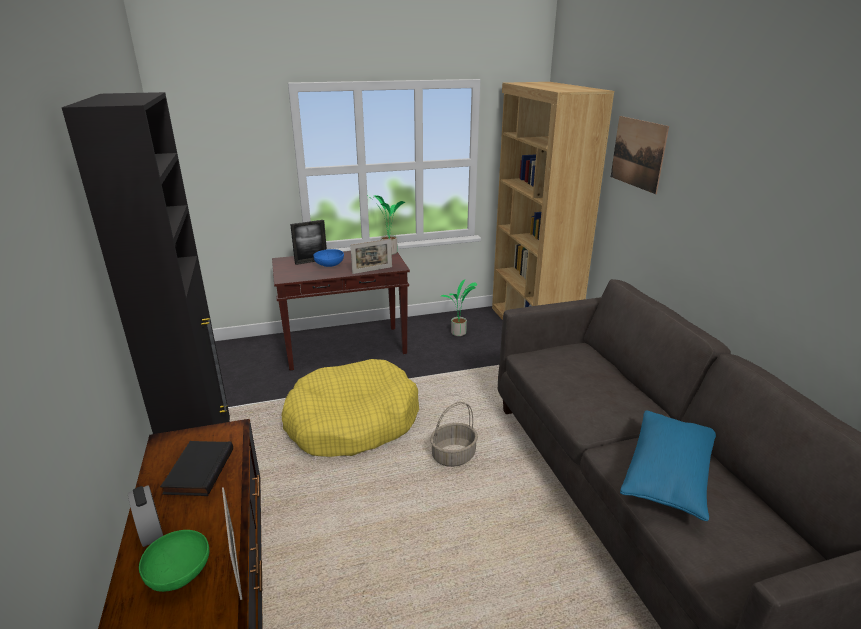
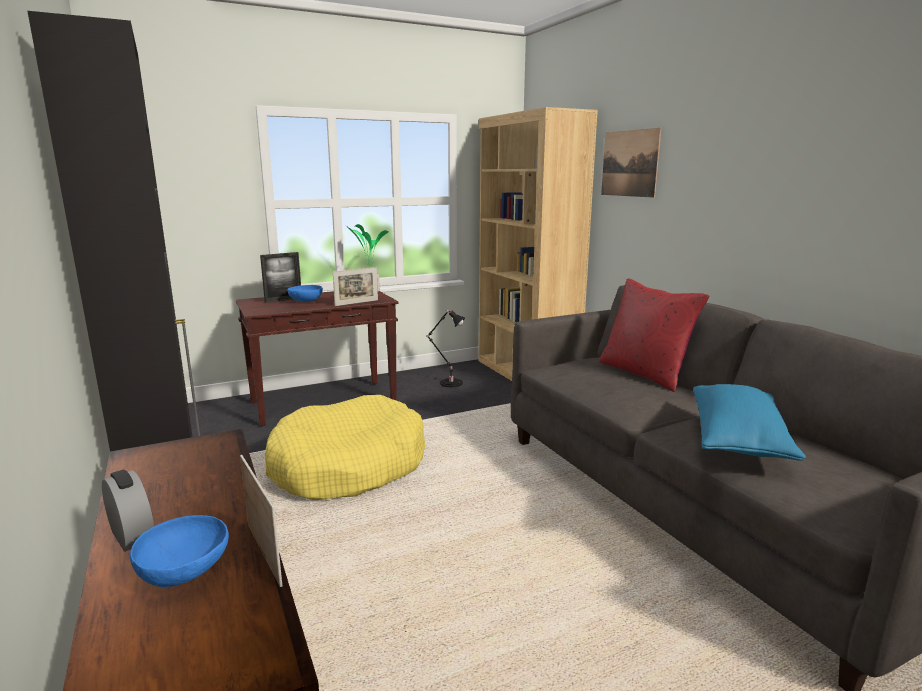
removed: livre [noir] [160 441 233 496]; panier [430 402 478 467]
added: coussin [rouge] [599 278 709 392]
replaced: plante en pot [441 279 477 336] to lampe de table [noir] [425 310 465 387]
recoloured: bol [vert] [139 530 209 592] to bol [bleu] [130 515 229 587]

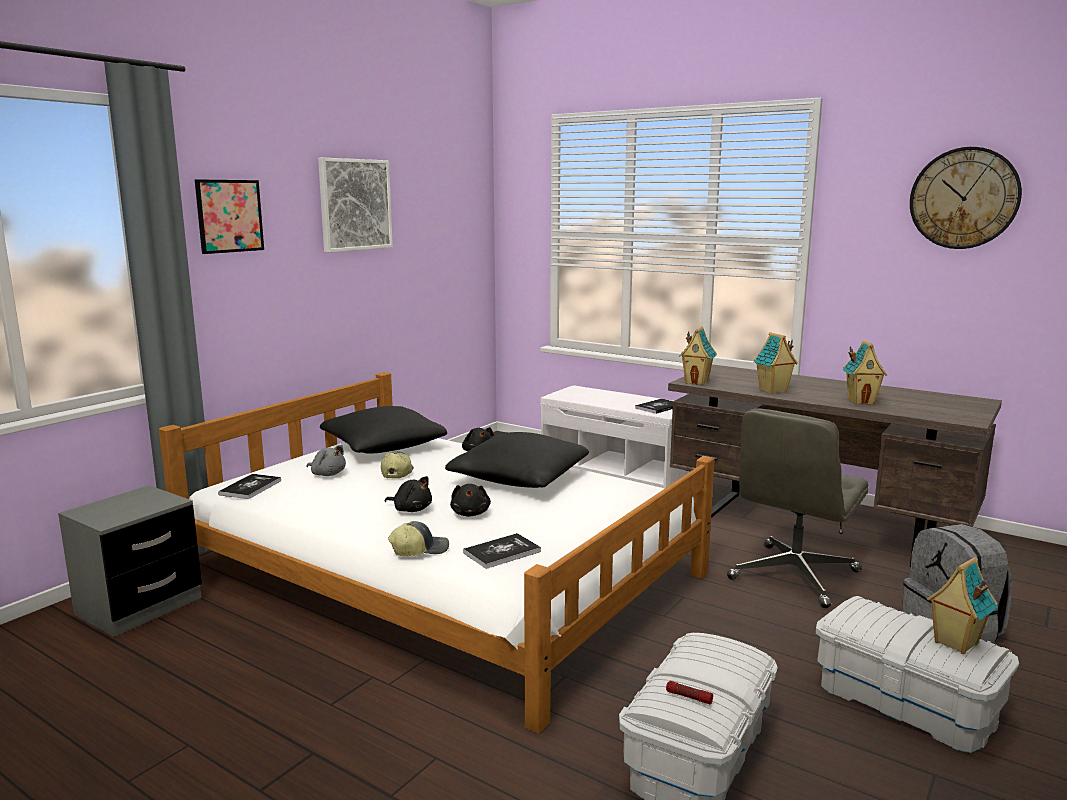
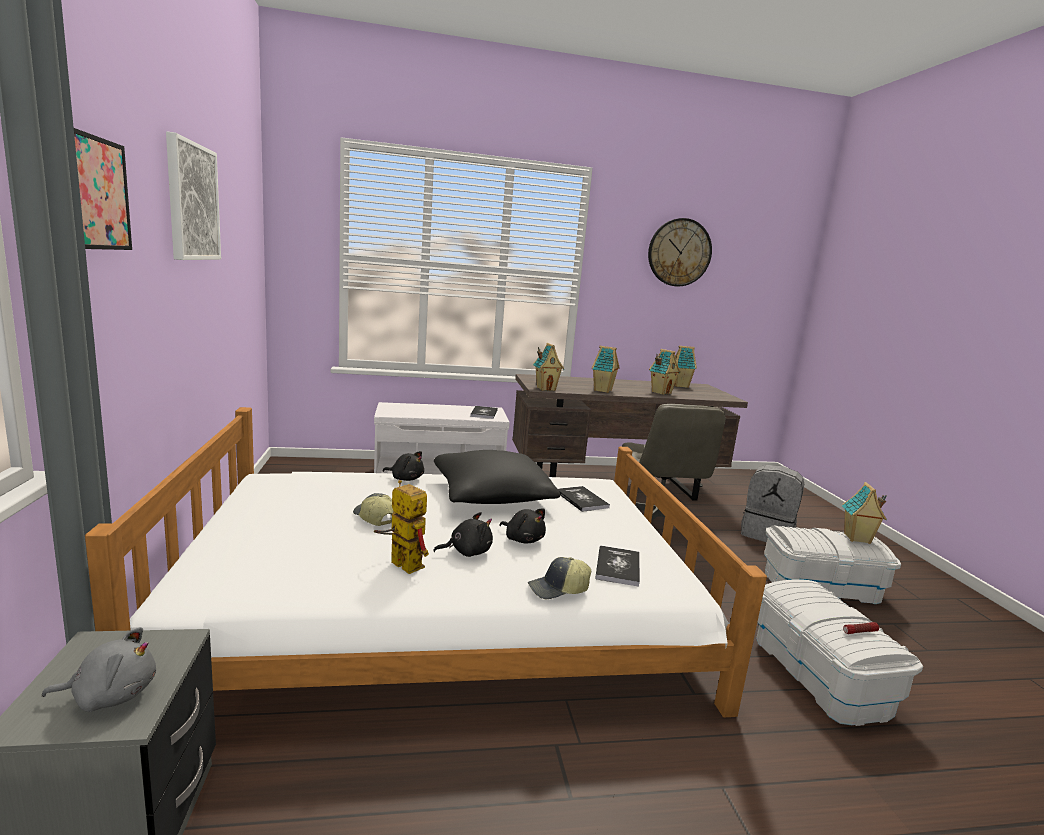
removed: coussin [noir] [320 406 447 454]
added: robot jouet [374 480 429 574]; maison miniature [674 346 697 388]
moved: livre [218 474 281 499] to [558 486 610 512]; peluche [gris] [307 445 346 476] to [42 627 156 712]
turned: casquette [388 521 449 556] = [528 557 591 599] 135 degrees counterclockwise

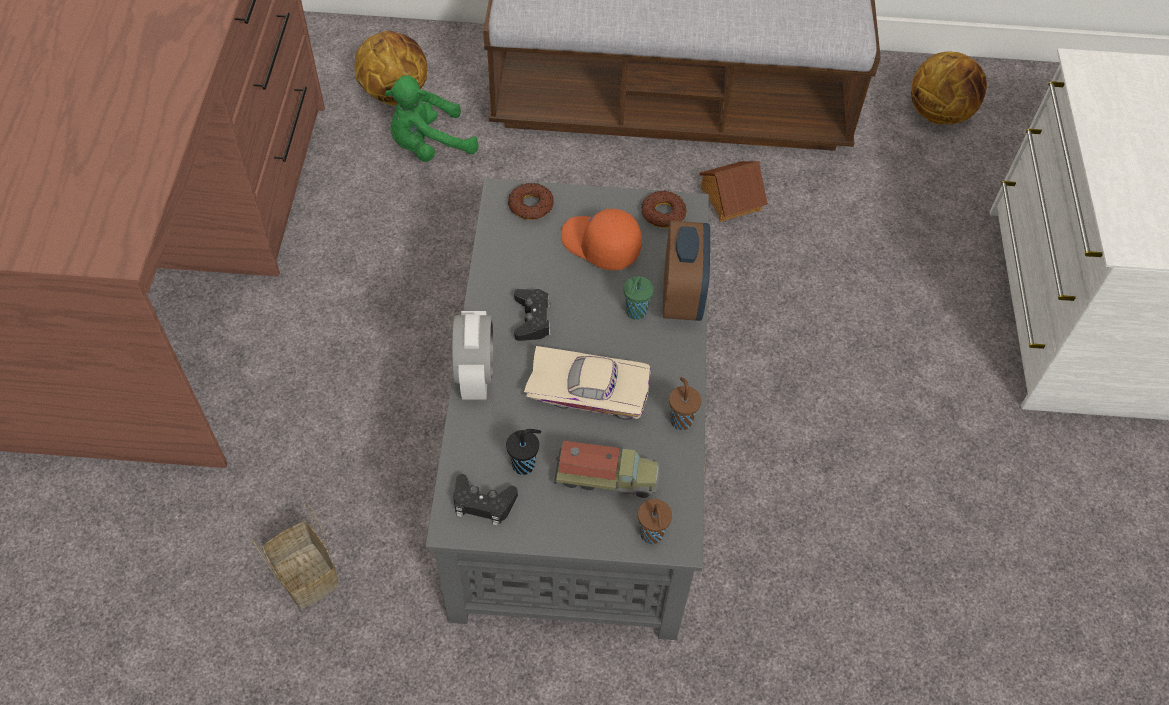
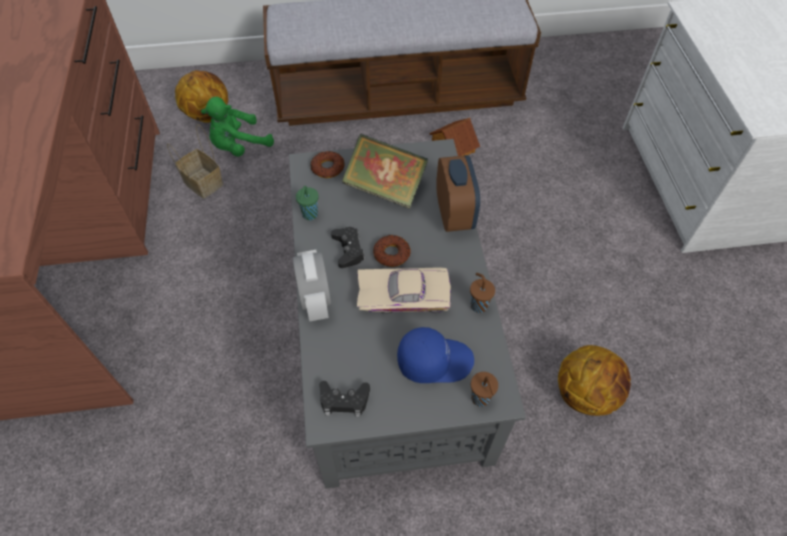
removed: tasse [noir] [506 429 541 475]
moved: panier [250 504 339 609] to [167 124 223 198]; tasse [vert] [624 276 654 320] to [296 186 319 220]; beignet [641 190 687 228] to [373 235 411 267]; ballon de basket [911 51 987 124] to [558 345 631 416]
replaced: camion jouet [554 440 660 498] to casquette [bleu] [397 327 474 383]; casquette [orange] [561 209 642 270] to livre [342 134 428 209]

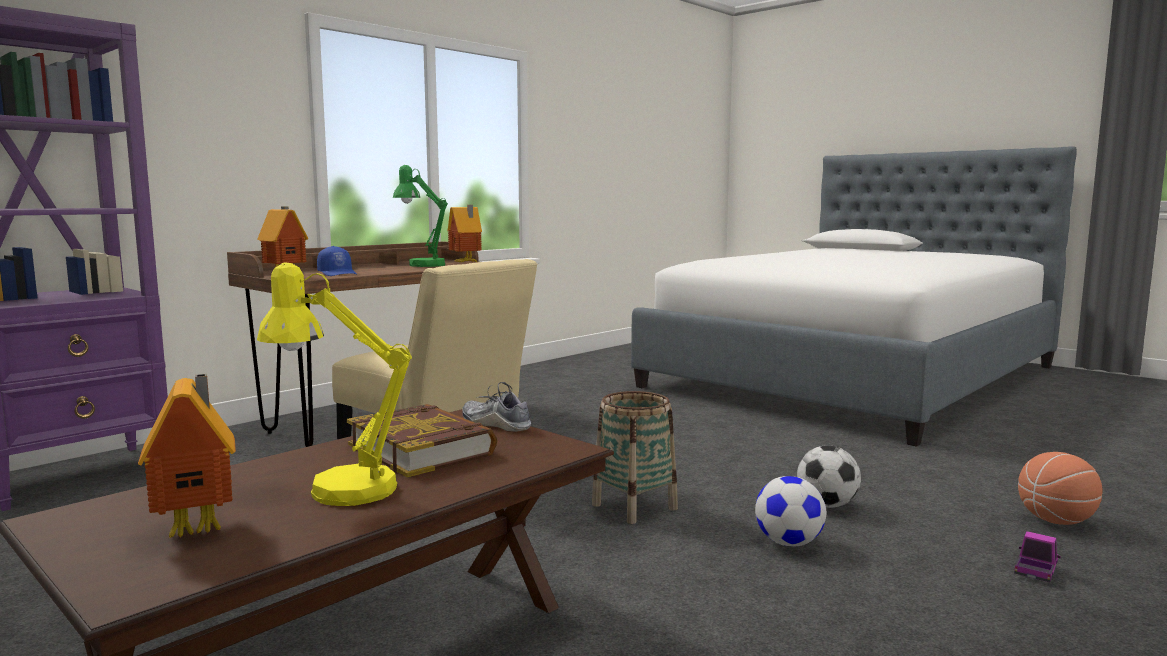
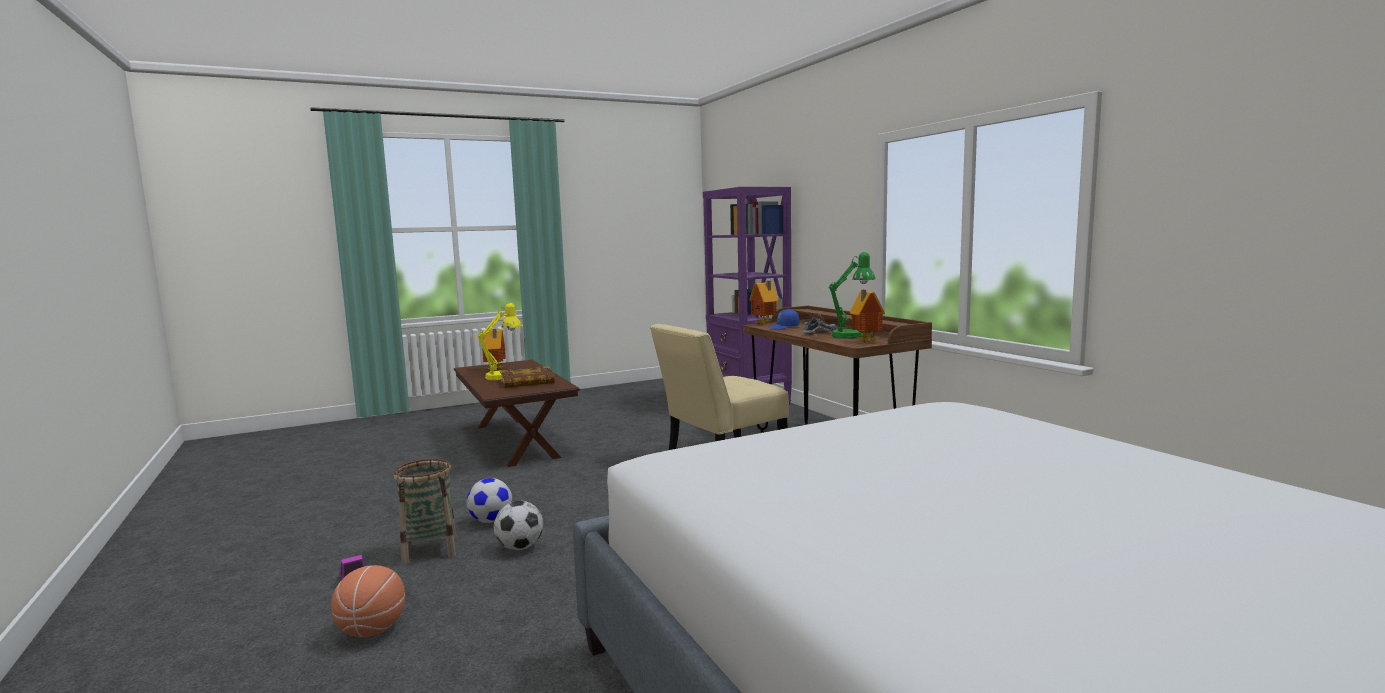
moved: chaussure [462 382 531 432] to [803 314 837 335]; panier [592 391 678 524] to [393 459 457 564]

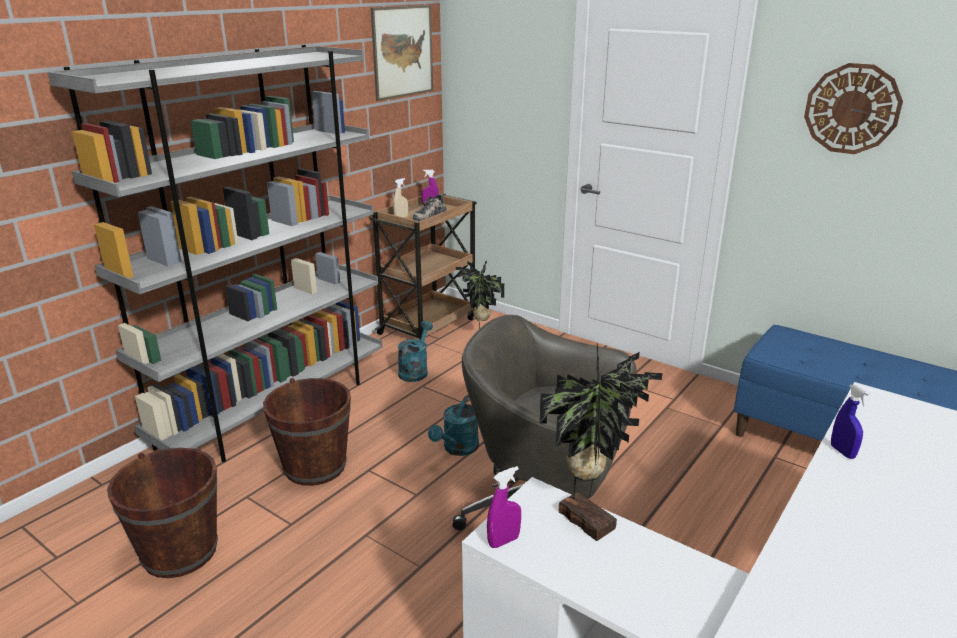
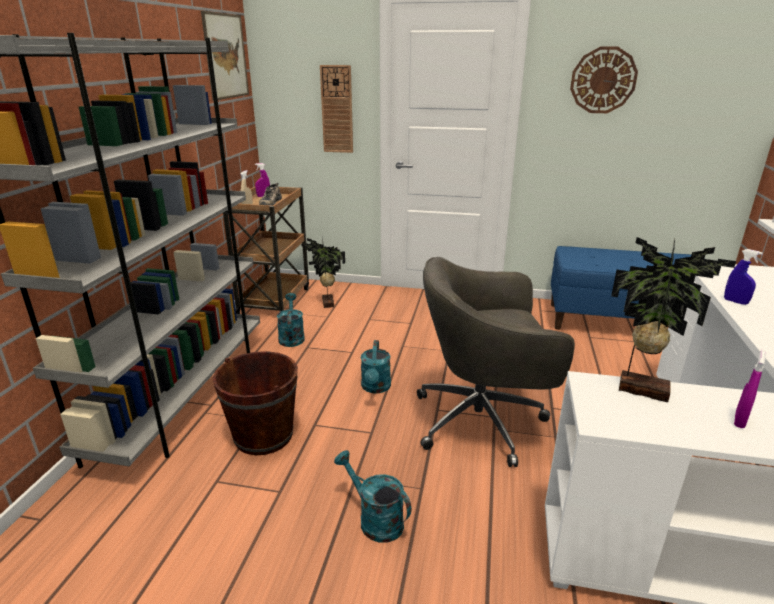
removed: seau [marron] [107 448 218 578]
added: horloge murale [320 65 353 153]; arrosoir [turquoise] [334 450 411 543]
moved: vaporisateur [violet] [487 466 521 548] to [734 349 766 428]

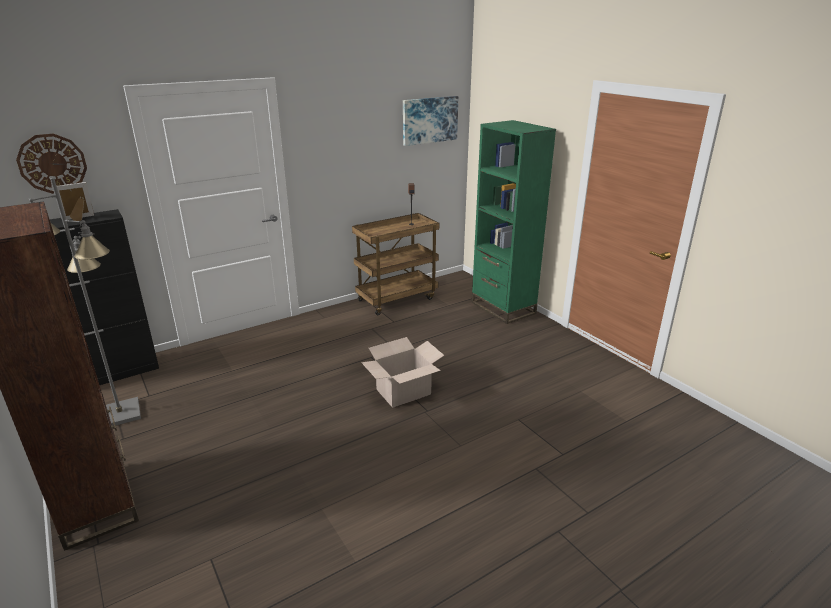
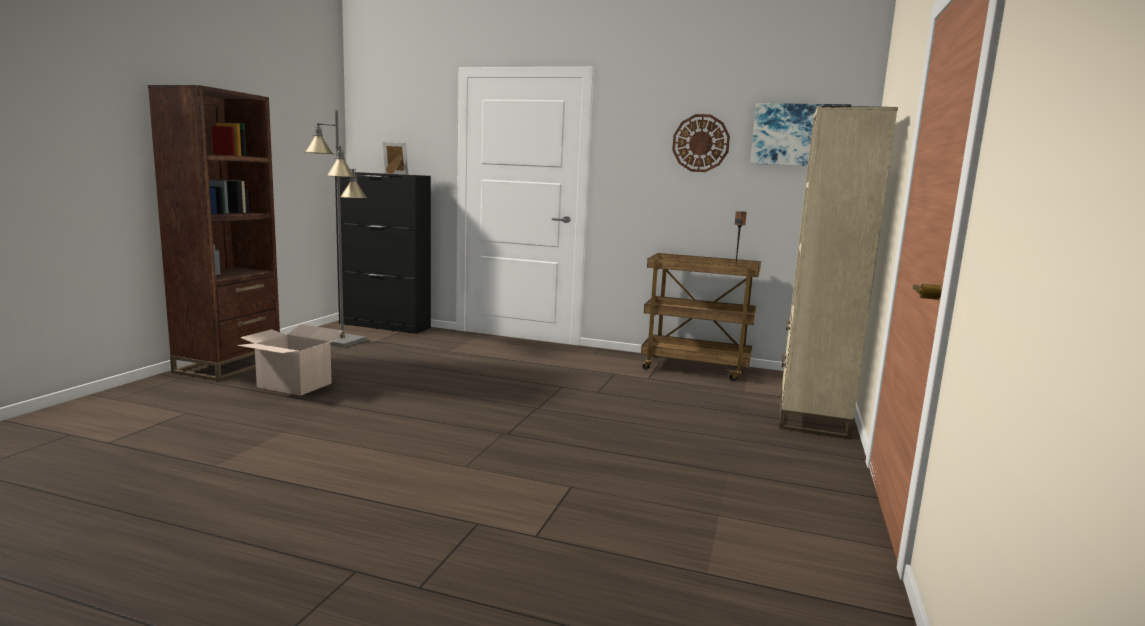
moved: horloge murale [16 134 87 194] to [672 114 730 172]; carton [361 337 444 408] to [237 324 343 396]
recoloured: bibliothèque [vert] [471 120 556 324] to bibliothèque [beige] [779 106 898 440]

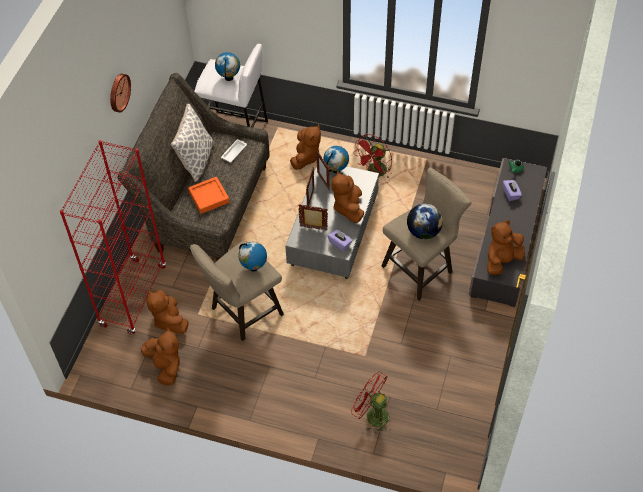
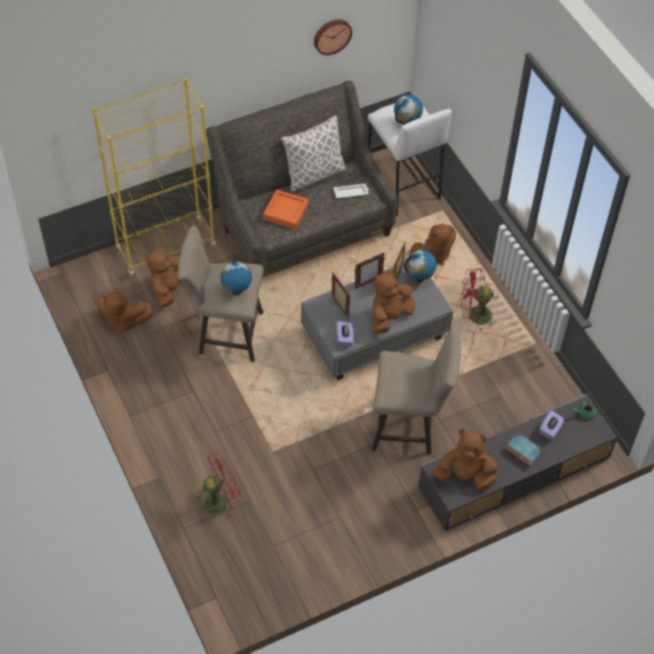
removed: globe [407 204 443 239]
added: livre [503 432 544 469]
moved: horloge murale [110 74 131 113] to [314 19 352 55]
recoloured: bibliothèque [rouge] [60 140 166 335] to bibliothèque [jaune] [92 78 216 277]
turned: peluche [marron] [141 328 180 386] = [95 291 154 334] 90 degrees clockwise; ventilateur [rouge] [351 372 391 434] = [193 452 242 519] 75 degrees clockwise

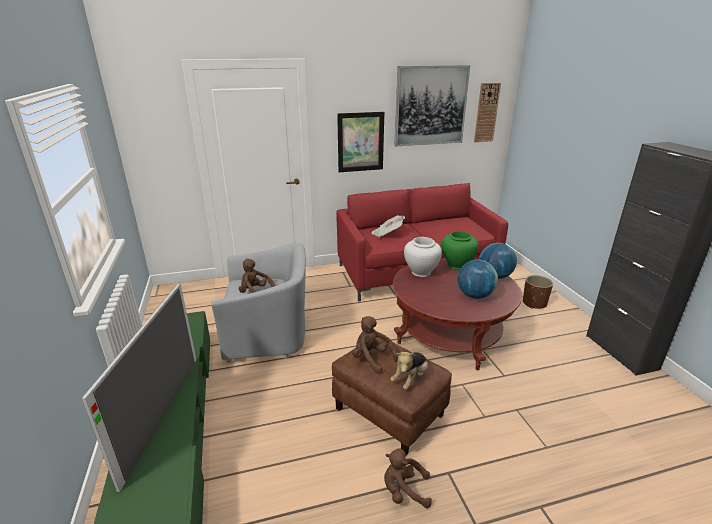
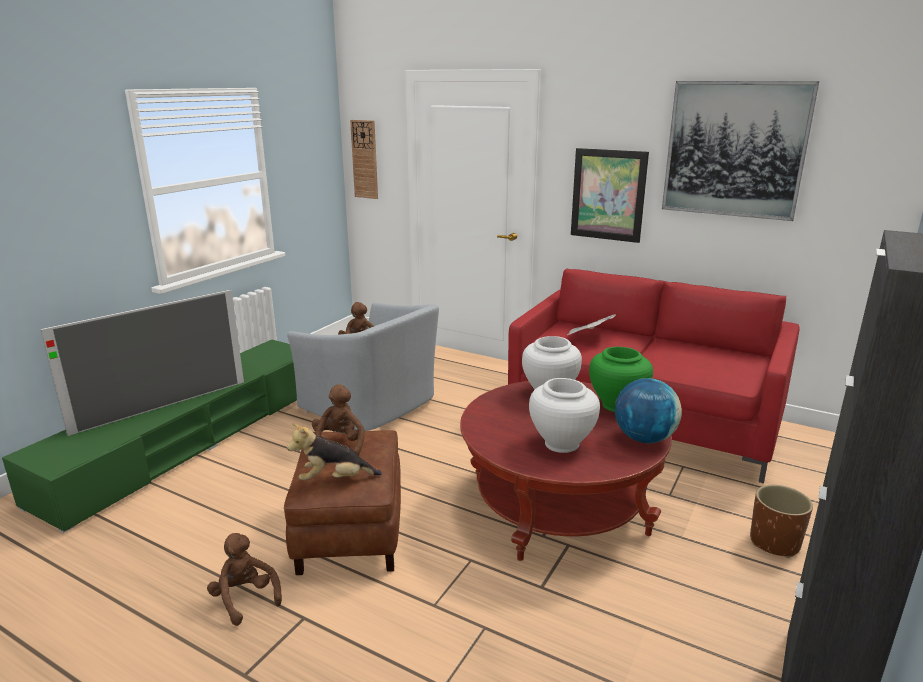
moved: horloge murale [474 83 501 142] to [350 120 378 199]
replaced: globe [457 260 498 299] to vase [blanc] [529 378 600 453]

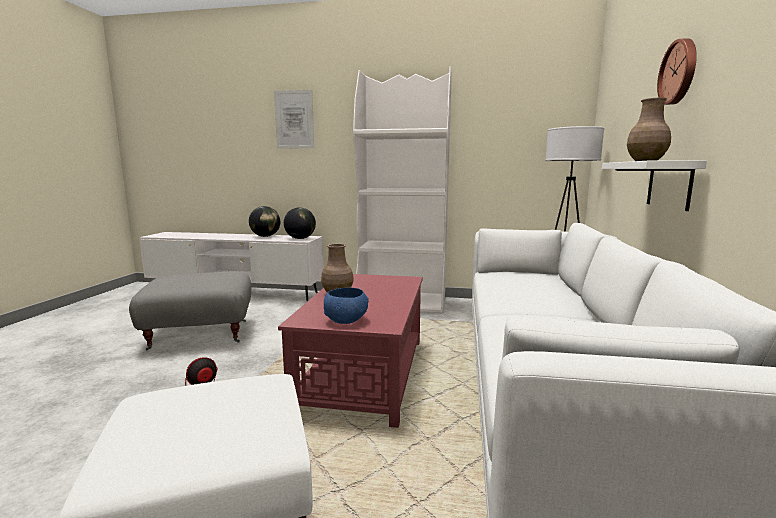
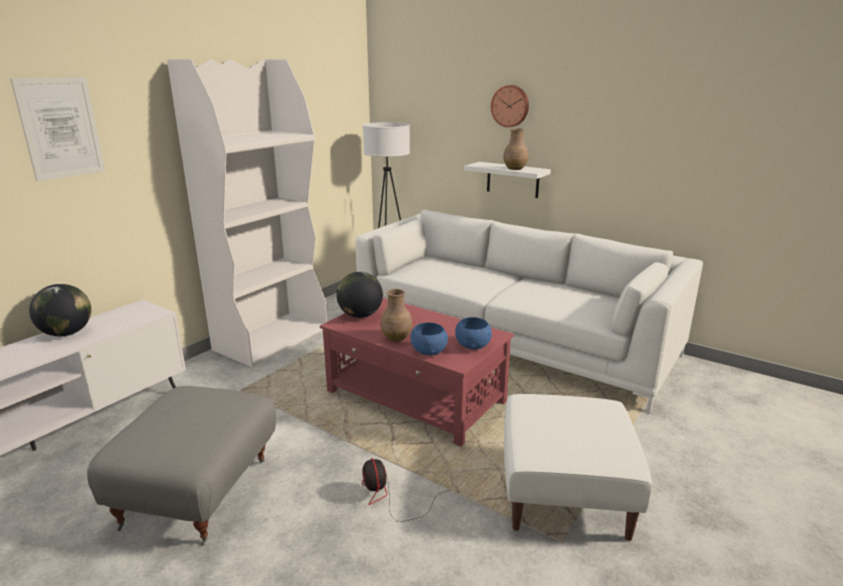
added: bol [bleu] [410 322 448 356]
moved: globe [284 207 316 239] to [336 272 383 318]

